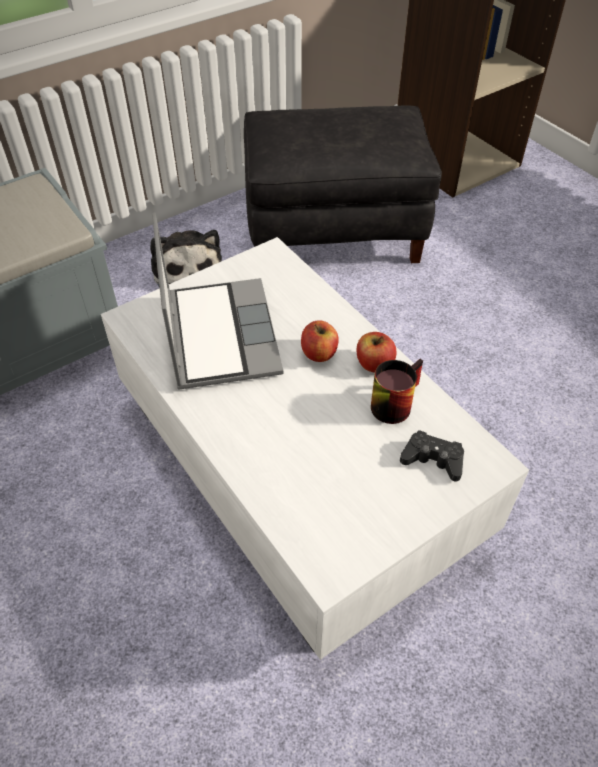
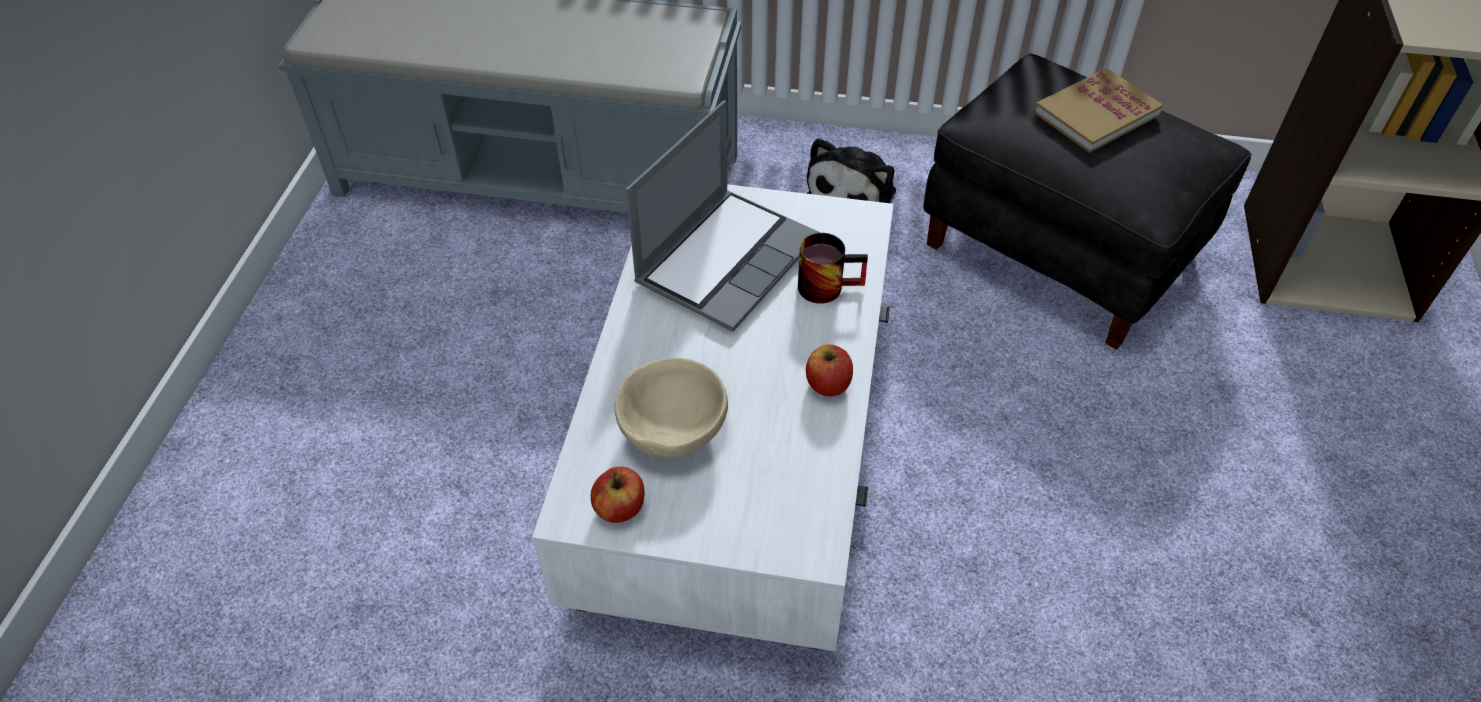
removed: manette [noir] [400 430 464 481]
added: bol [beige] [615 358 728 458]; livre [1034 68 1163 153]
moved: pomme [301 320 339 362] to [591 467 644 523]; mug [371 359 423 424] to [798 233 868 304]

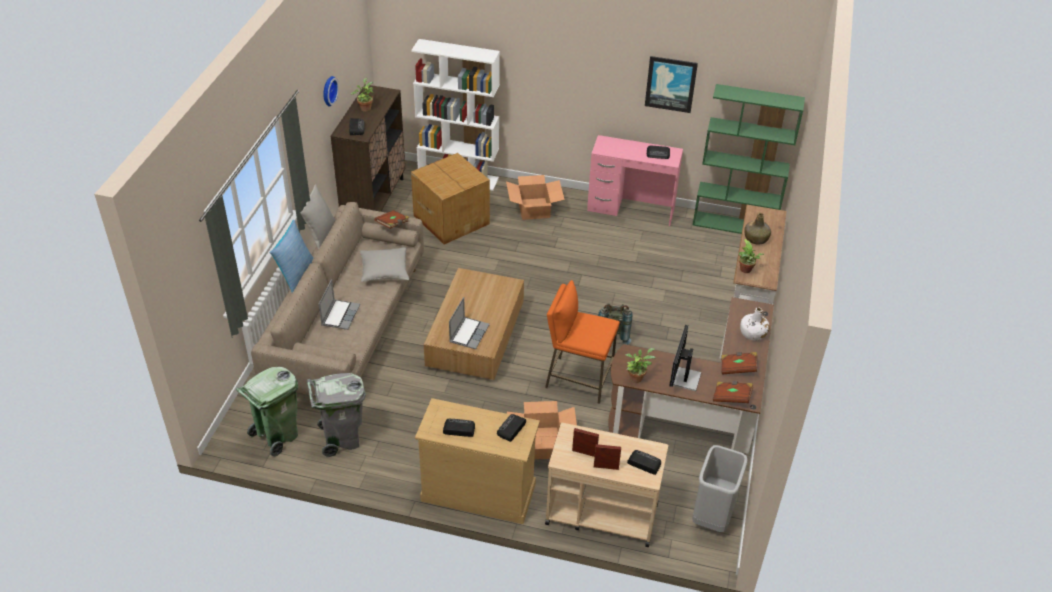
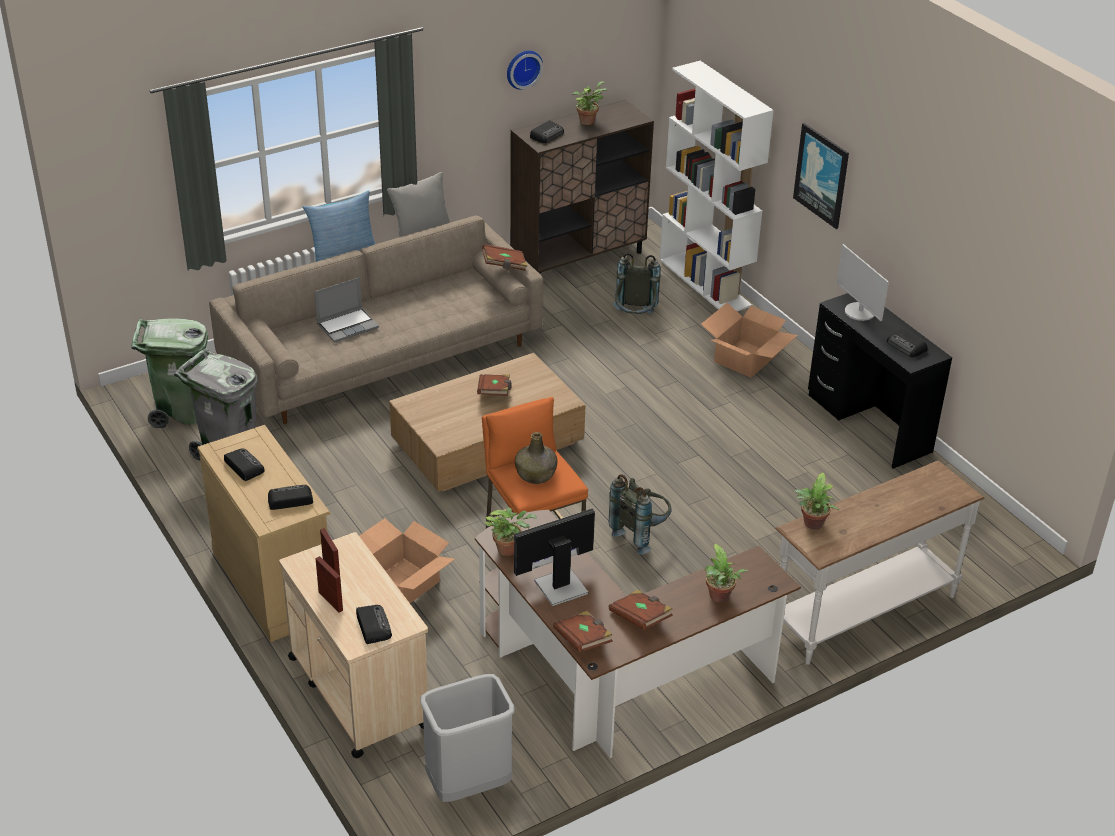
removed: coussin [gris] [360 247 409 282]; ordinateur portable [449 297 490 349]; bibliothèque [vert] [693 84 805 234]
added: livre [marron] [477 374 511 396]; écran d'ordinateur [837 244 889 321]
moved: tableau [645 56 698 113] to [793 123 849 229]; bouteille [vert] [744 213 771 245] to [515 432 557 484]
replaced: carton [411 153 490 244] to sac à dos [gris] [613 253 661 314]; bouteille [blanc] [740 307 770 340] to plante en pot [705 543 748 602]
recoloured: bureau [rose] [587 135 683 226] to bureau [noir] [808 293 952 469]

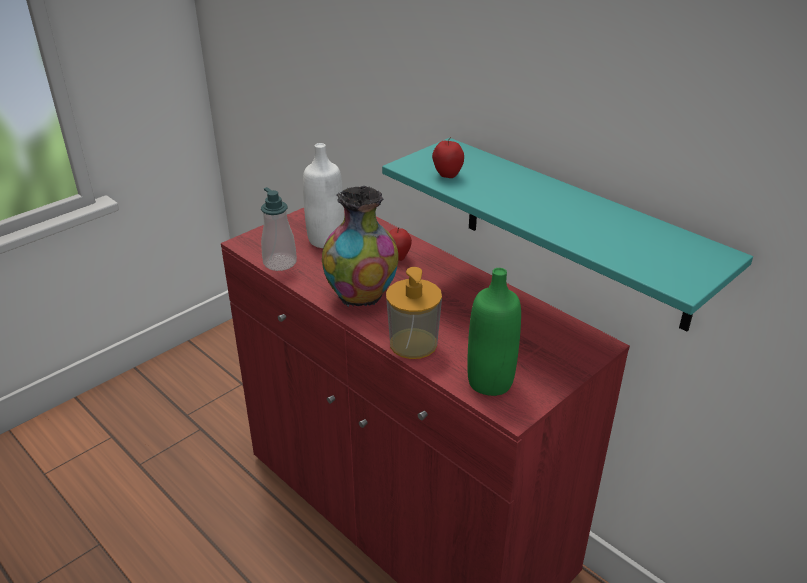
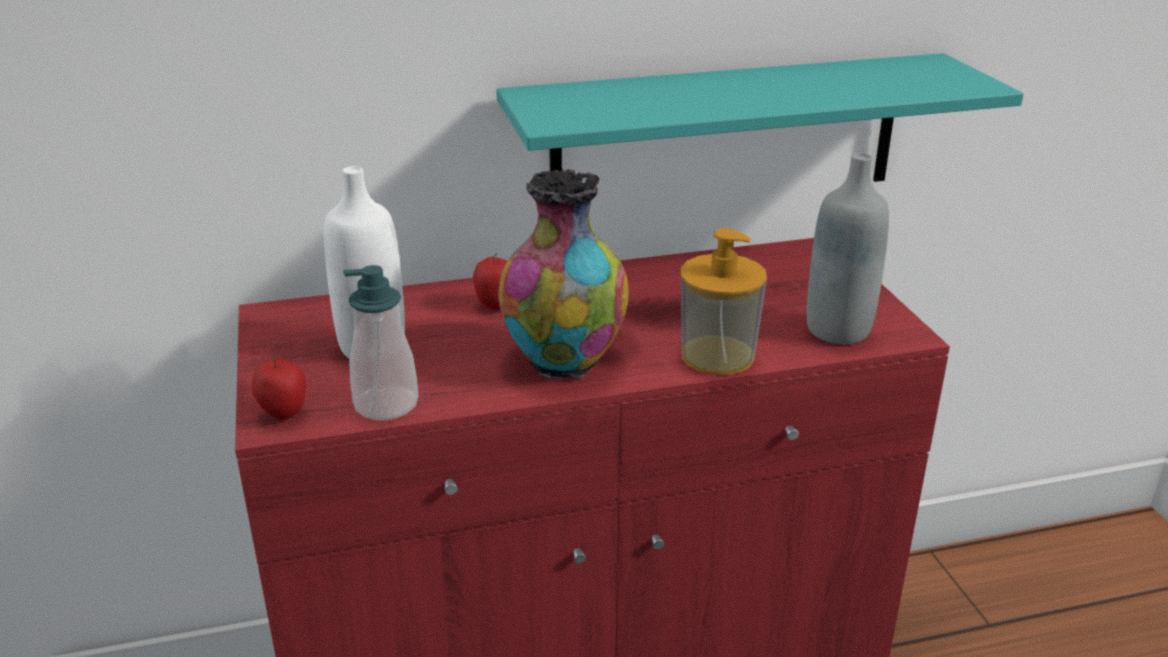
moved: pomme [432 137 464 178] to [252 353 306 420]
recoloured: bouteille [vert] [467 268 521 396] to bouteille [gris] [807 153 889 345]

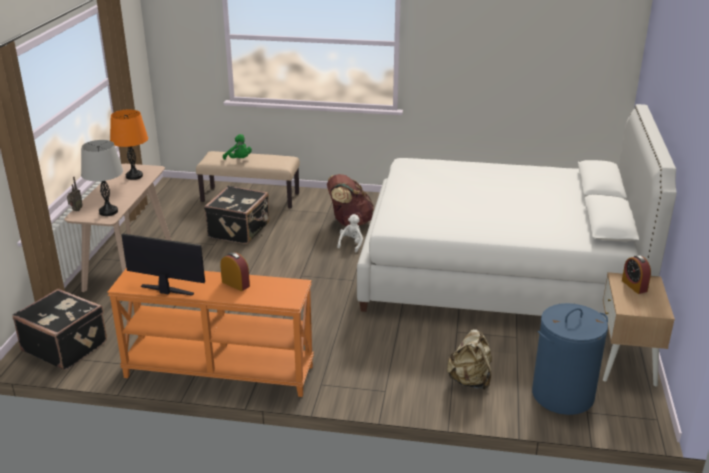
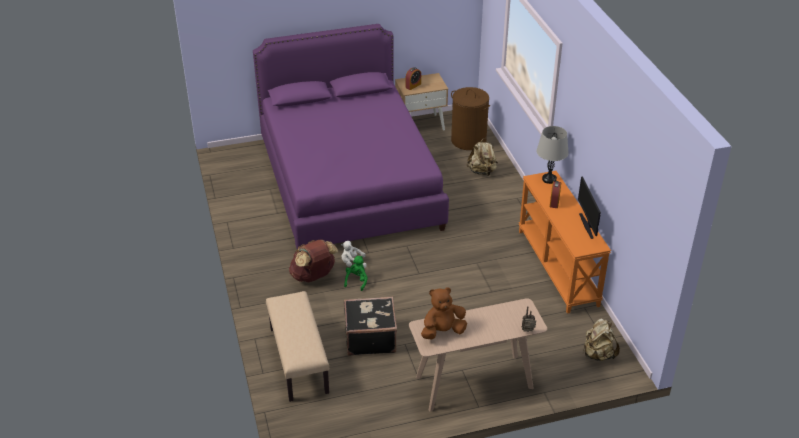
moved: lampe de table [gris] [81 140 123 216] to [537 126 569 184]; peluche [vert] [223 134 252 160] to [344 256 367 291]
replaced: valise [noir] [12 289 107 370] to sac à dos [beige] [583 318 620 361]; lampe de table [orange] [110 110 148 180] to peluche [marron] [421 287 467 339]
recoloured: lit [blanc] [357 104 677 318] to lit [violet] [253 24 449 249]; panier à linge [bleu] [532 303 608 415] to panier à linge [marron] [451 87 490 150]

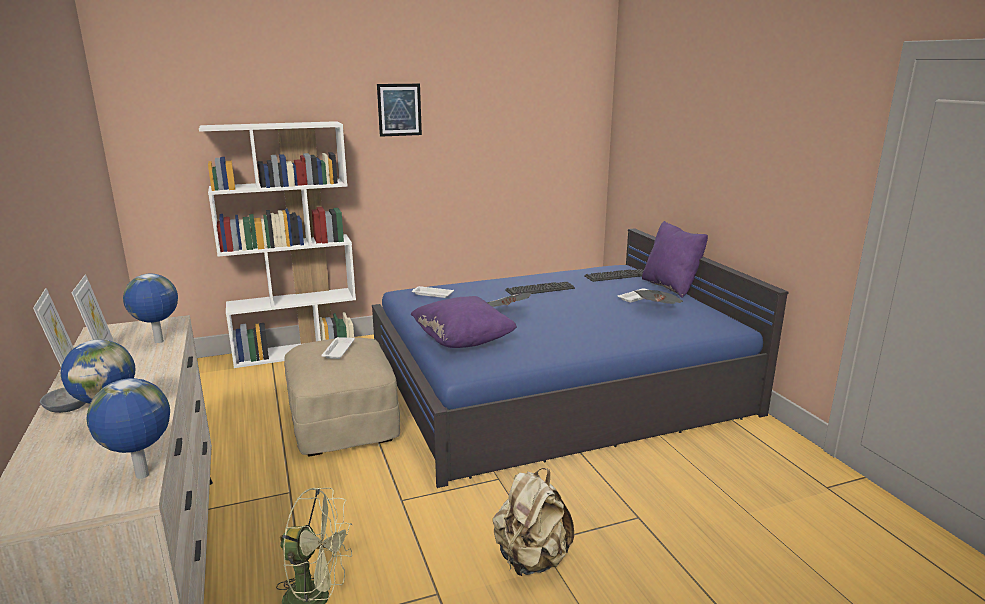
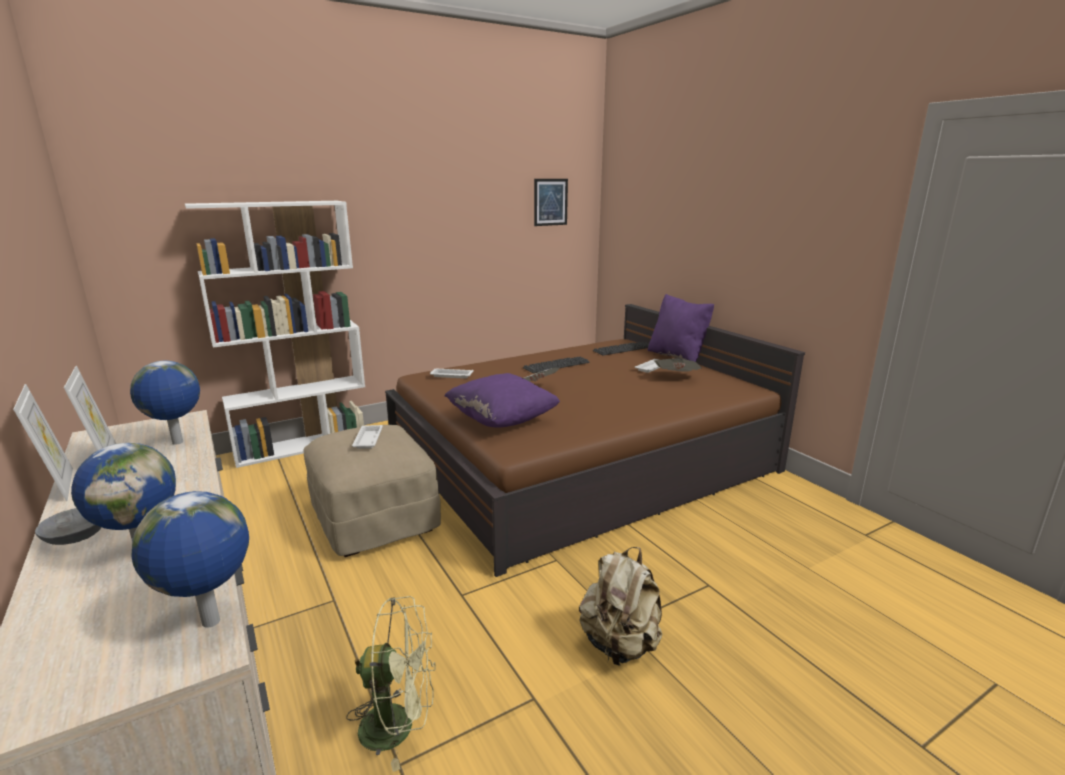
moved: tableau [377 84 422 137] to [534 179 568 226]
recoloured: lit [bleu] [372 228 788 488] to lit [marron] [385 304 805 577]

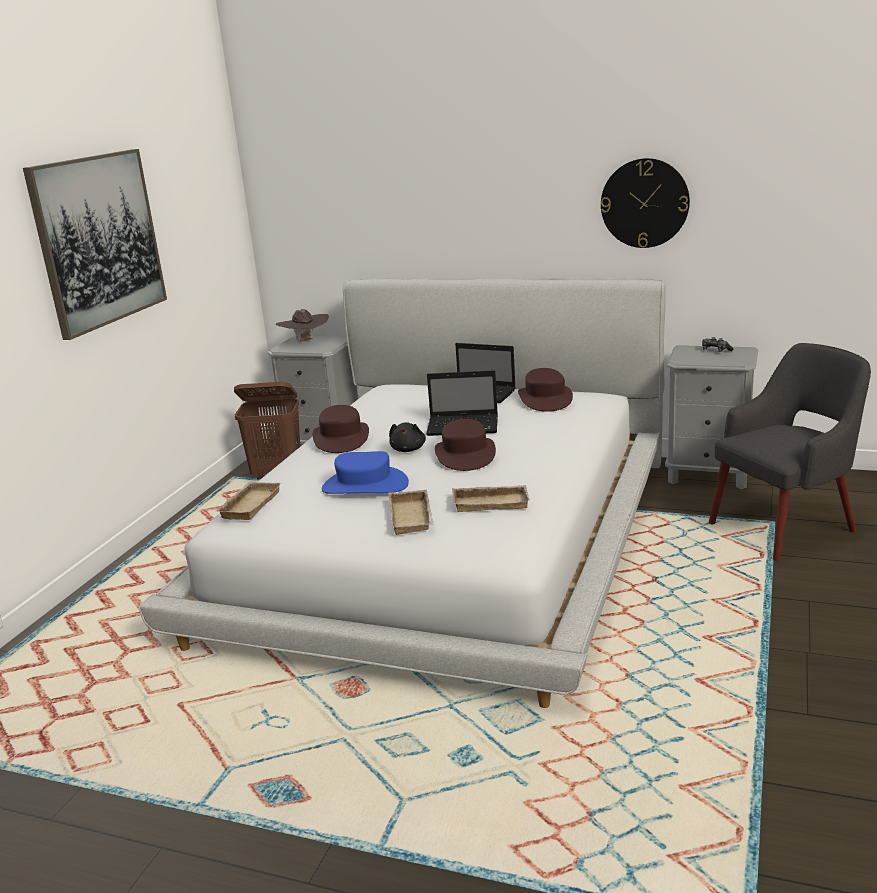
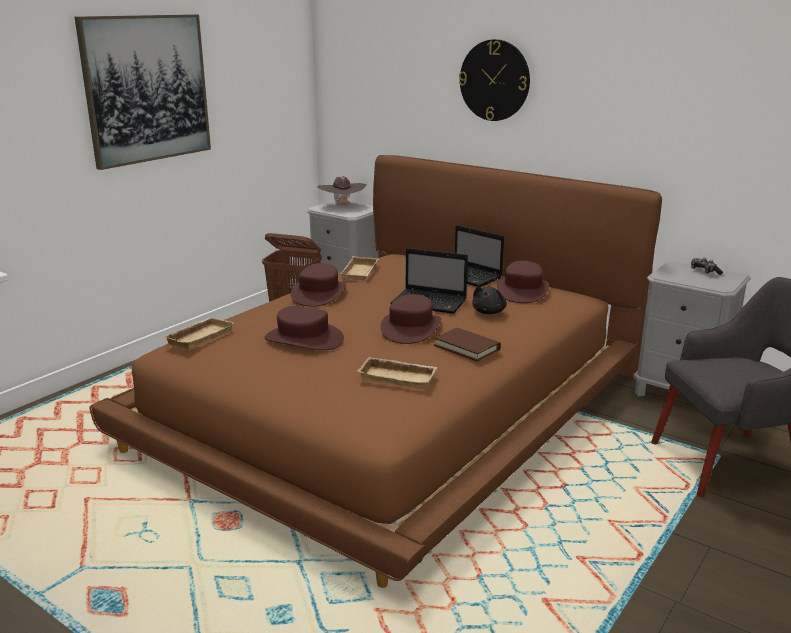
added: livre [marron] [434 328 501 362]
moved: plateau [beige] [388 490 434 535] to [340 256 379 280]; peluche [noir] [389 422 426 452] to [472 286 507 314]; horloge murale [601 158 690 248] to [459 39 530 121]
recoloured: lit [blanc] [139 278 666 708] to lit [marron] [89 155 662 588]; chapeau [bleu] [322 451 409 494] to chapeau [marron] [265 306 344 350]

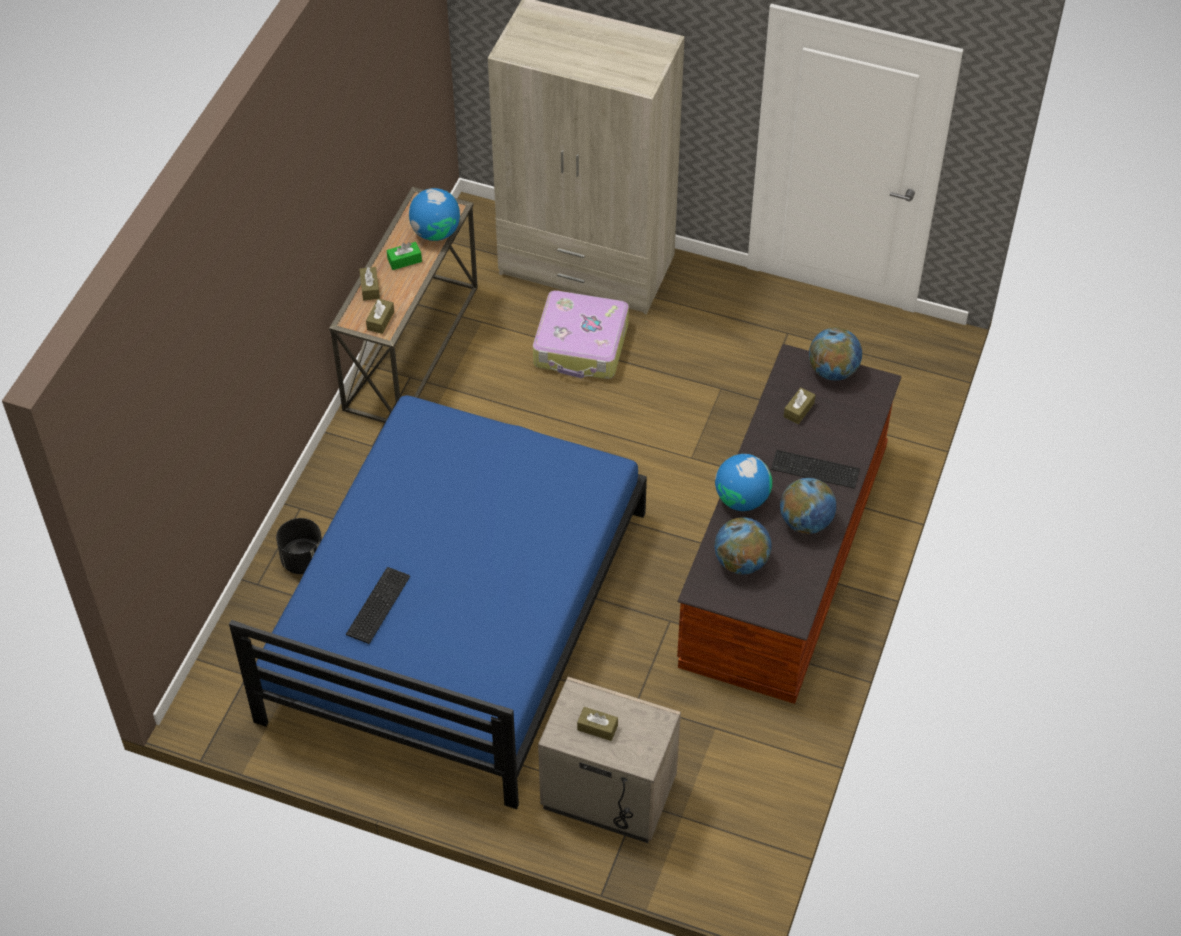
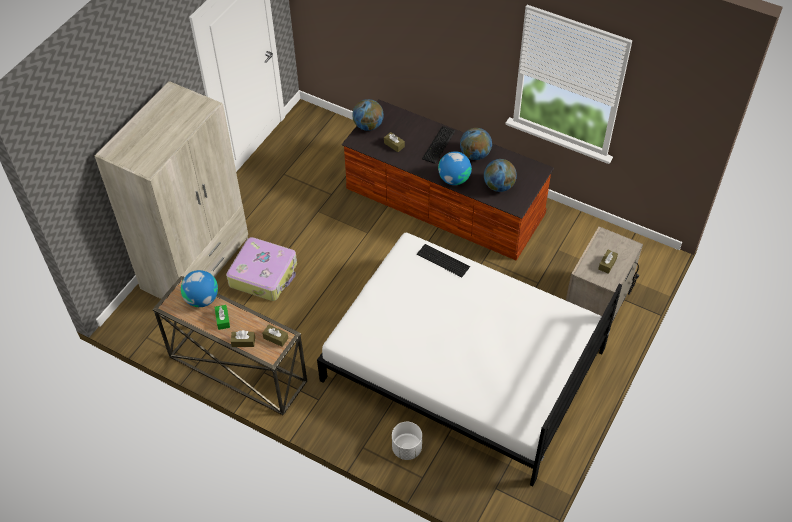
moved: clavier [346 567 410 644] to [417 244 470 277]
recoloured: lit [bleu] [229 395 647 809] to lit [blanc] [317 233 622 486]; cache-pot [noir] [276 518 322 574] to cache-pot [blanc] [392 422 422 460]

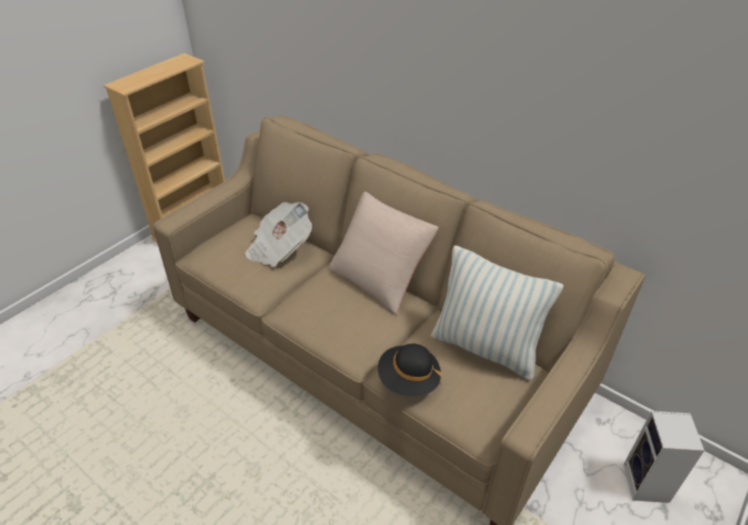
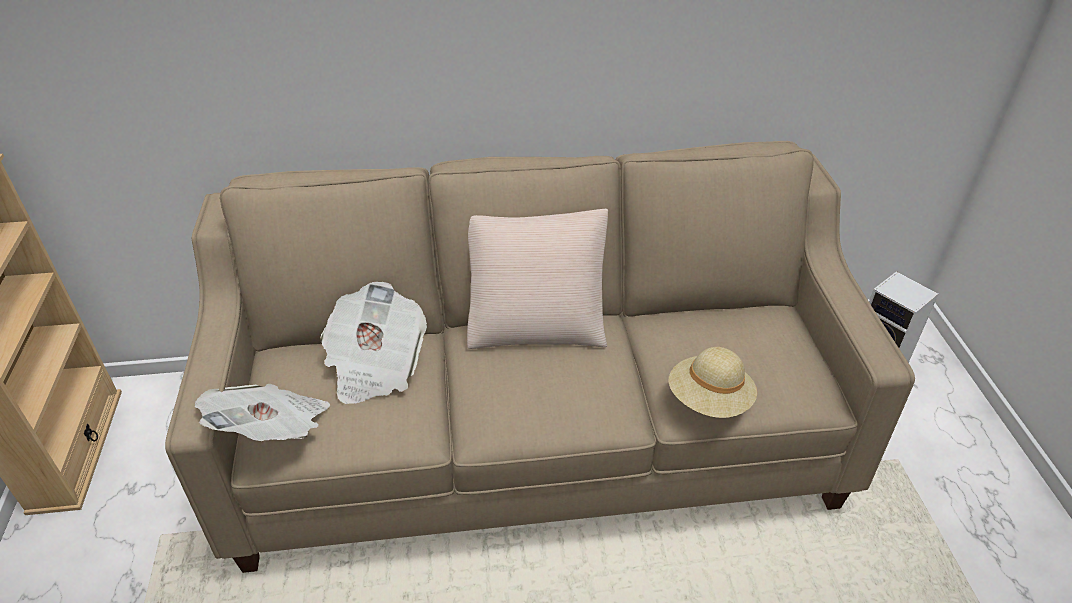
removed: coussin [431 245 563 381]
added: journal [195 384 330 441]
recoloured: chapeau [noir] [378 344 441 396] to chapeau [beige] [669 347 757 418]

